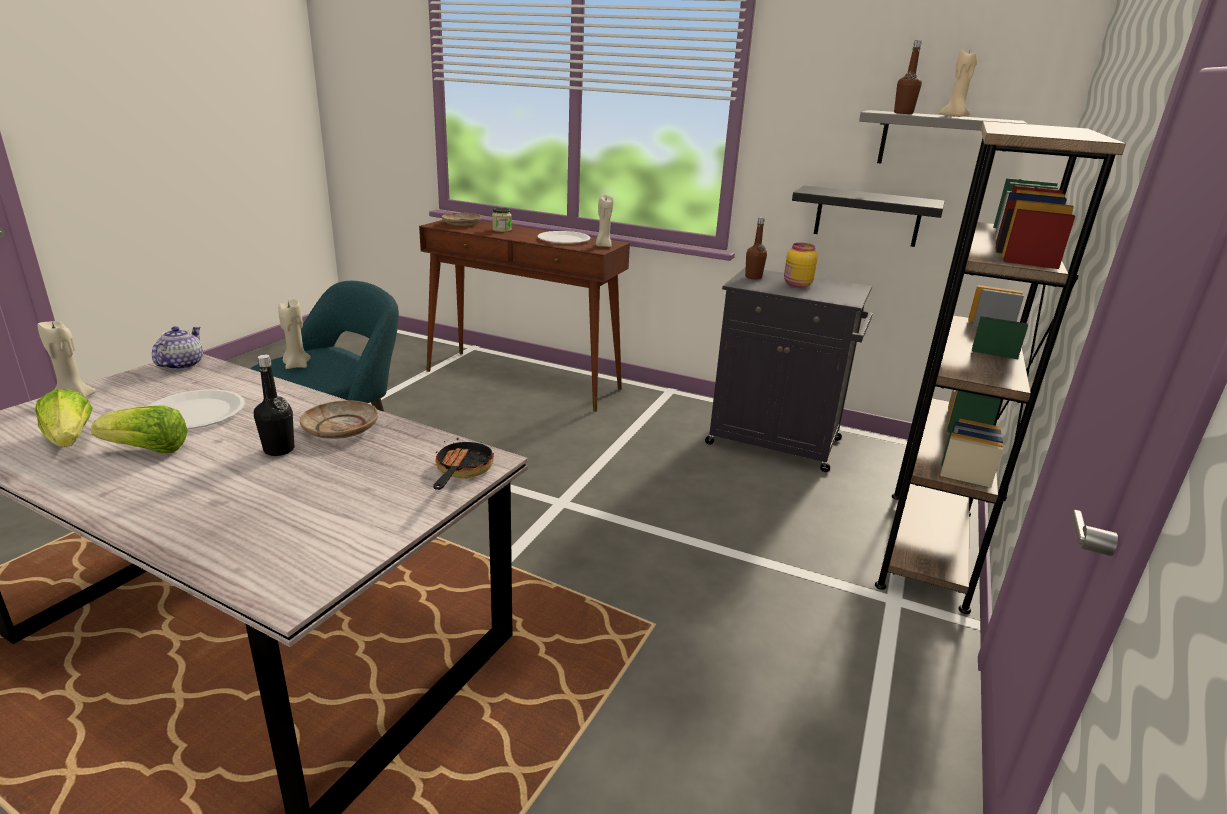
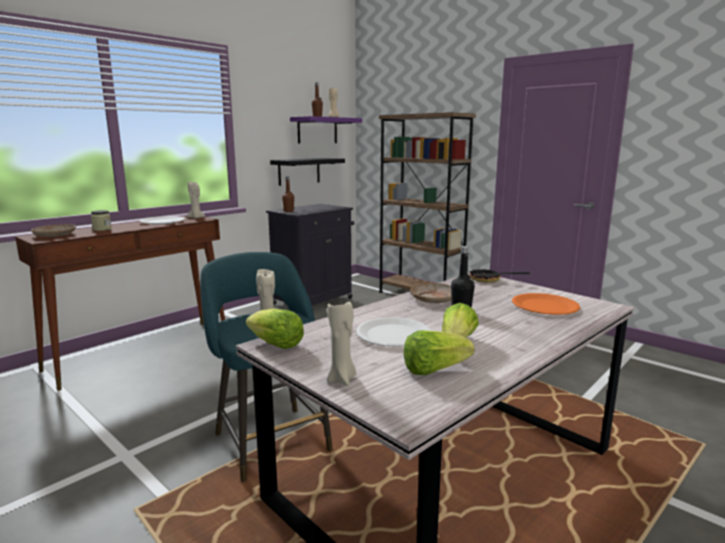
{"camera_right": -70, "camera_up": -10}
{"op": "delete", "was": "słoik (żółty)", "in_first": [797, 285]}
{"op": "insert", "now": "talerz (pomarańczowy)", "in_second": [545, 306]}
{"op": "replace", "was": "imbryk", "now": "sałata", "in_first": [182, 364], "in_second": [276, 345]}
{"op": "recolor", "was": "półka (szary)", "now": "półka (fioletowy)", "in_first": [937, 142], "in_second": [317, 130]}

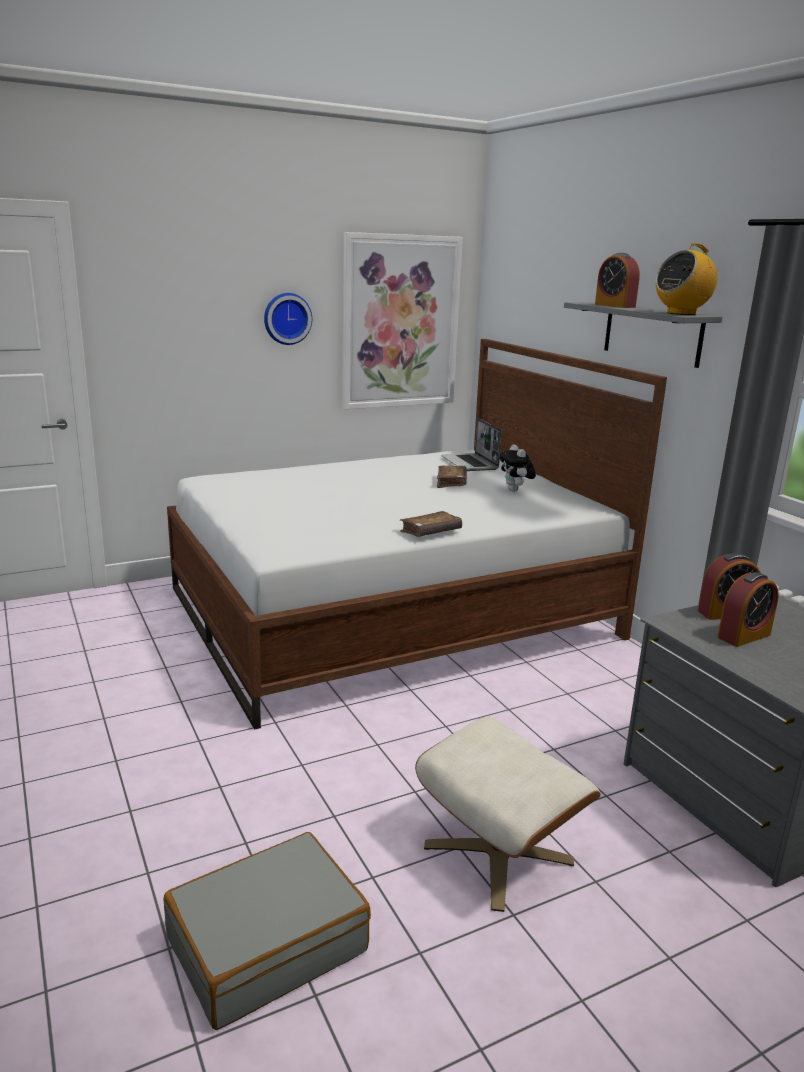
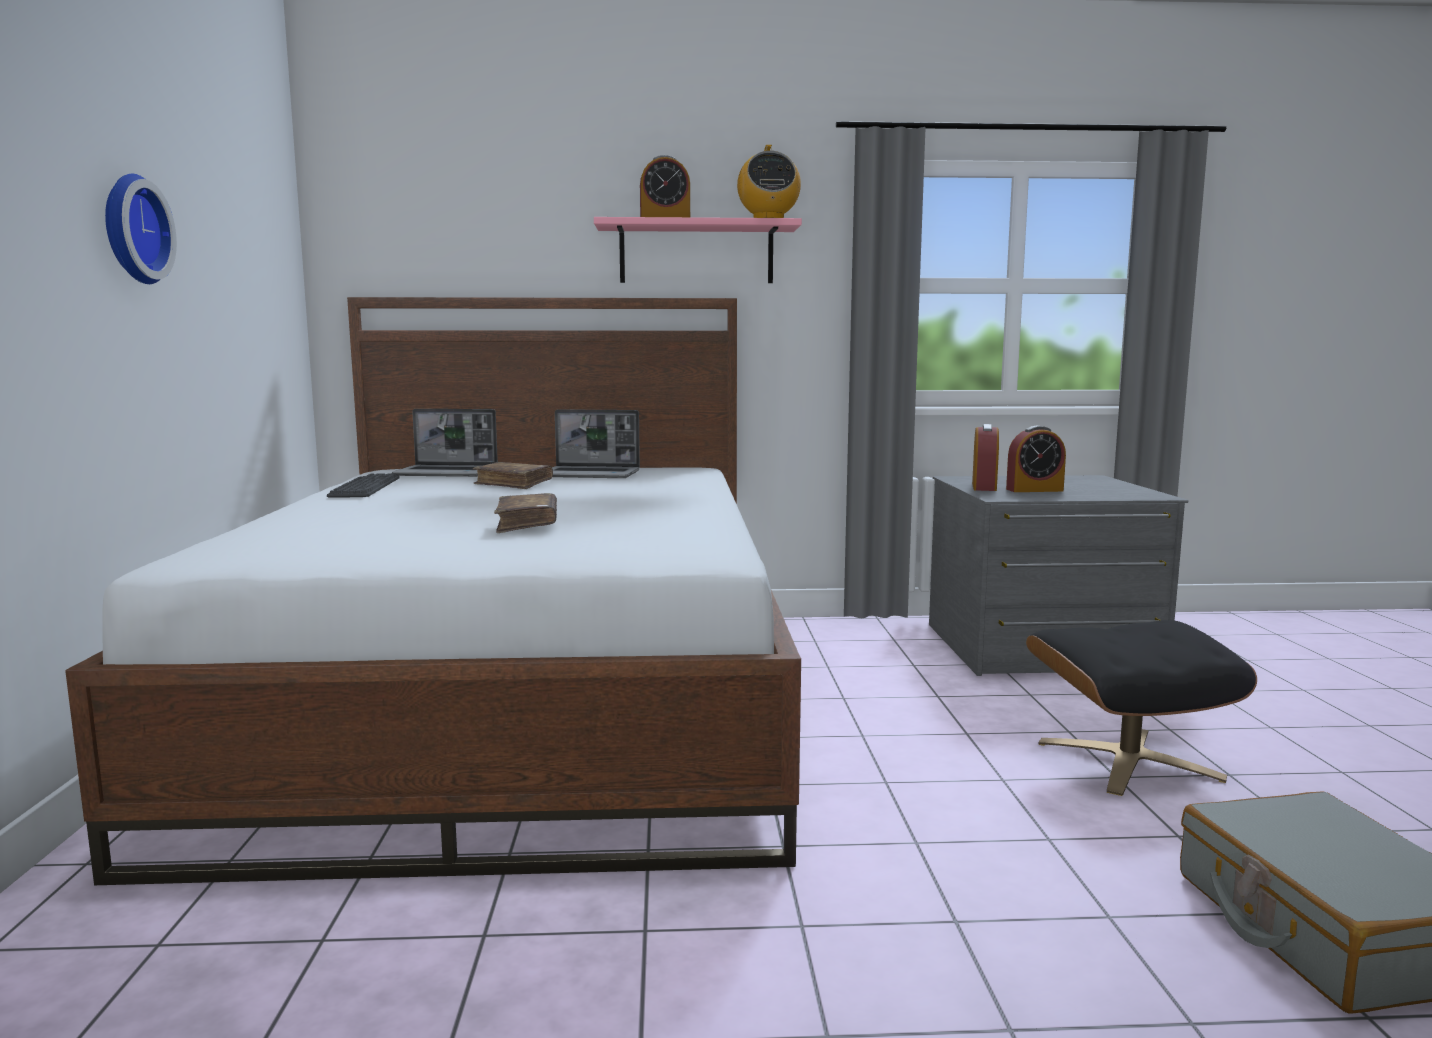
{"camera_right": -65, "camera_up": -10}
{"op": "delete", "was": "obraz", "in_first": [400, 322]}
{"op": "insert", "now": "klawiatura", "in_second": [365, 487]}
{"op": "move", "was": "książka (brązowy)", "in_first": [430, 532], "in_second": [527, 524]}
{"op": "replace", "was": "pluszak", "now": "laptop", "in_first": [515, 490], "in_second": [592, 474]}
{"op": "recolor", "was": "pufa (beżowy)", "now": "pufa (czarny)", "in_first": [499, 853], "in_second": [1128, 760]}
{"op": "recolor", "was": "półka (szary)", "now": "półka (różowy)", "in_first": [652, 333], "in_second": [696, 254]}
{"op": "rotate", "was": "budzik", "in_first": [744, 636], "in_second": [1034, 490], "clockwise": 90}

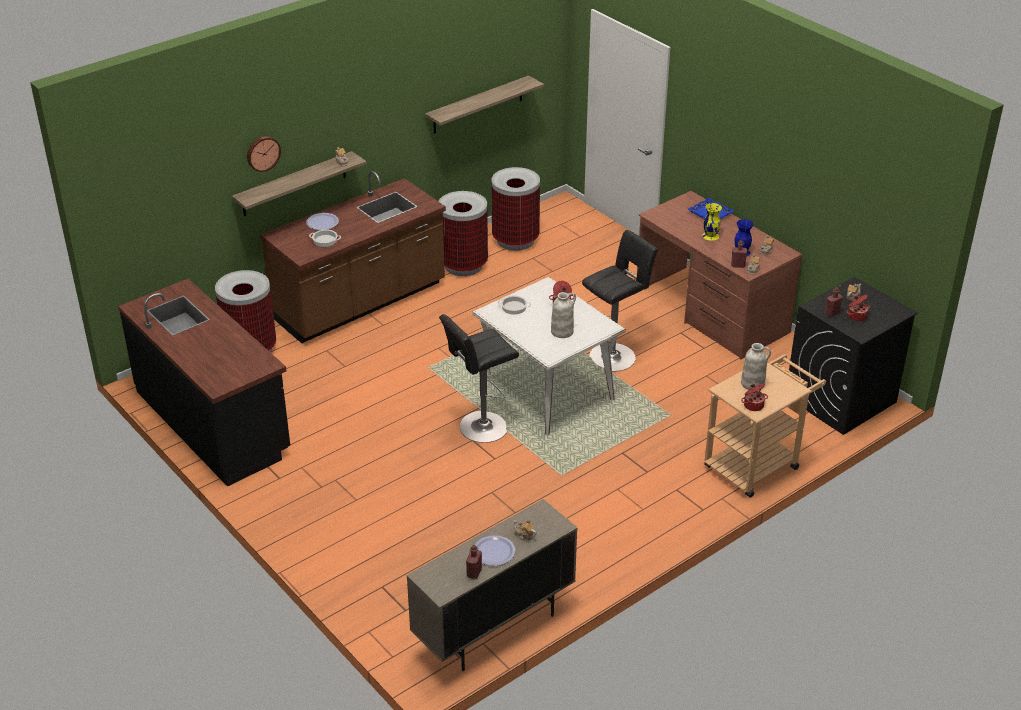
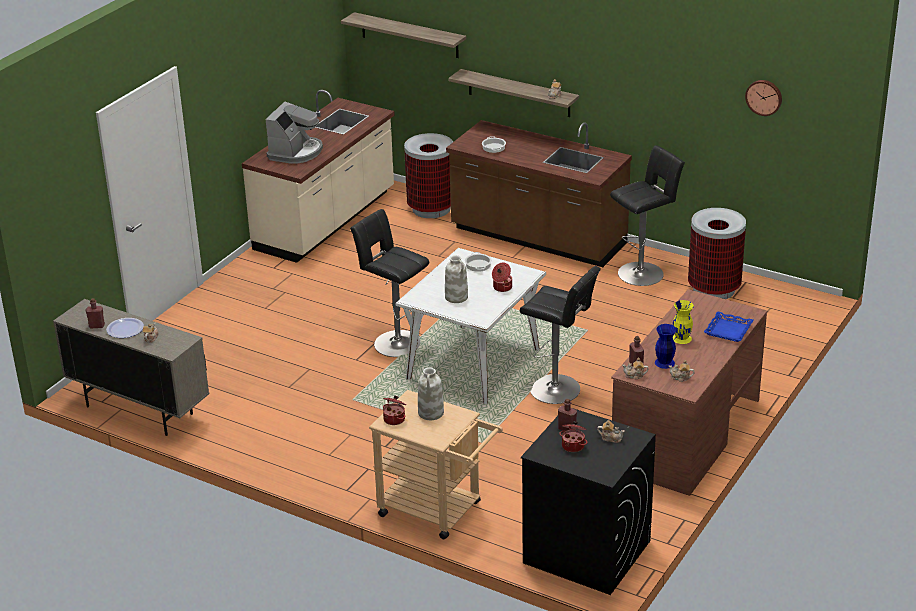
{"camera_right": 70, "camera_up": -5}
{"op": "delete", "was": "talerz", "in_first": [322, 222]}
{"op": "insert", "now": "ekspres do kawy", "in_second": [296, 152]}
{"op": "move", "was": "zegar ścienny", "in_first": [262, 153], "in_second": [764, 97]}
{"op": "move", "was": "półka", "in_first": [478, 105], "in_second": [409, 35]}
{"op": "replace", "was": "kosz na śmieci", "now": "stołek (czarny)", "in_first": [463, 265], "in_second": [643, 272]}
{"op": "recolor", "was": "zabudowa kuchenna (czarny)", "now": "zabudowa kuchenna (beżowy)", "in_first": [213, 422], "in_second": [326, 221]}

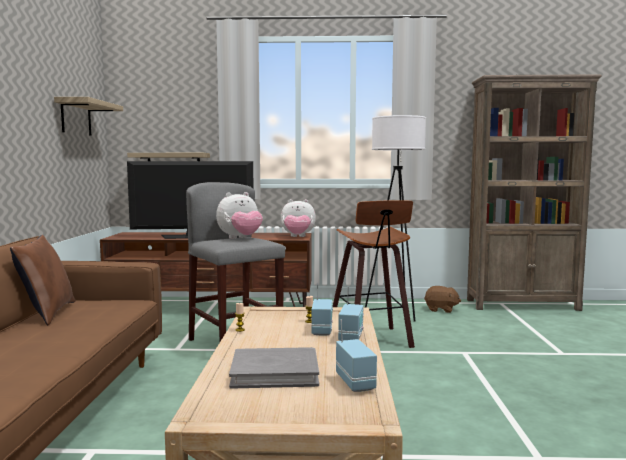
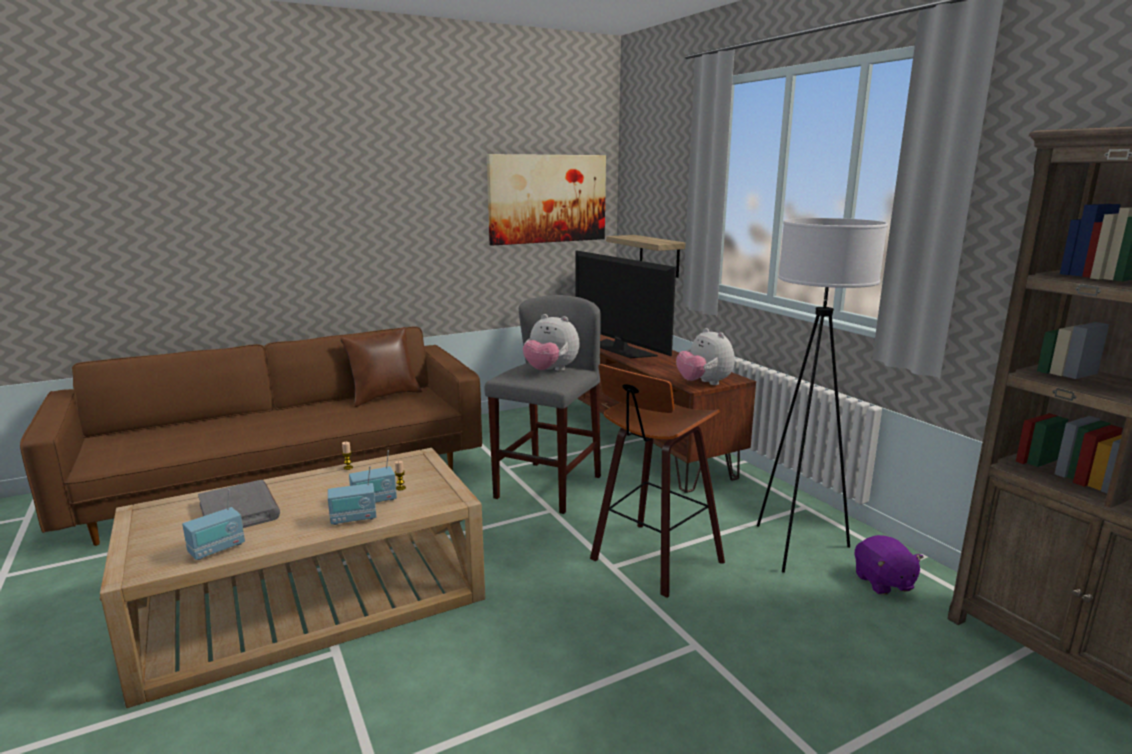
{"camera_right": 60, "camera_up": 10}
{"op": "replace", "was": "półka", "now": "obraz", "in_first": [76, 118], "in_second": [547, 199]}
{"op": "recolor", "was": "pluszak (brązowy)", "now": "pluszak (fioletowy)", "in_first": [441, 310], "in_second": [883, 582]}

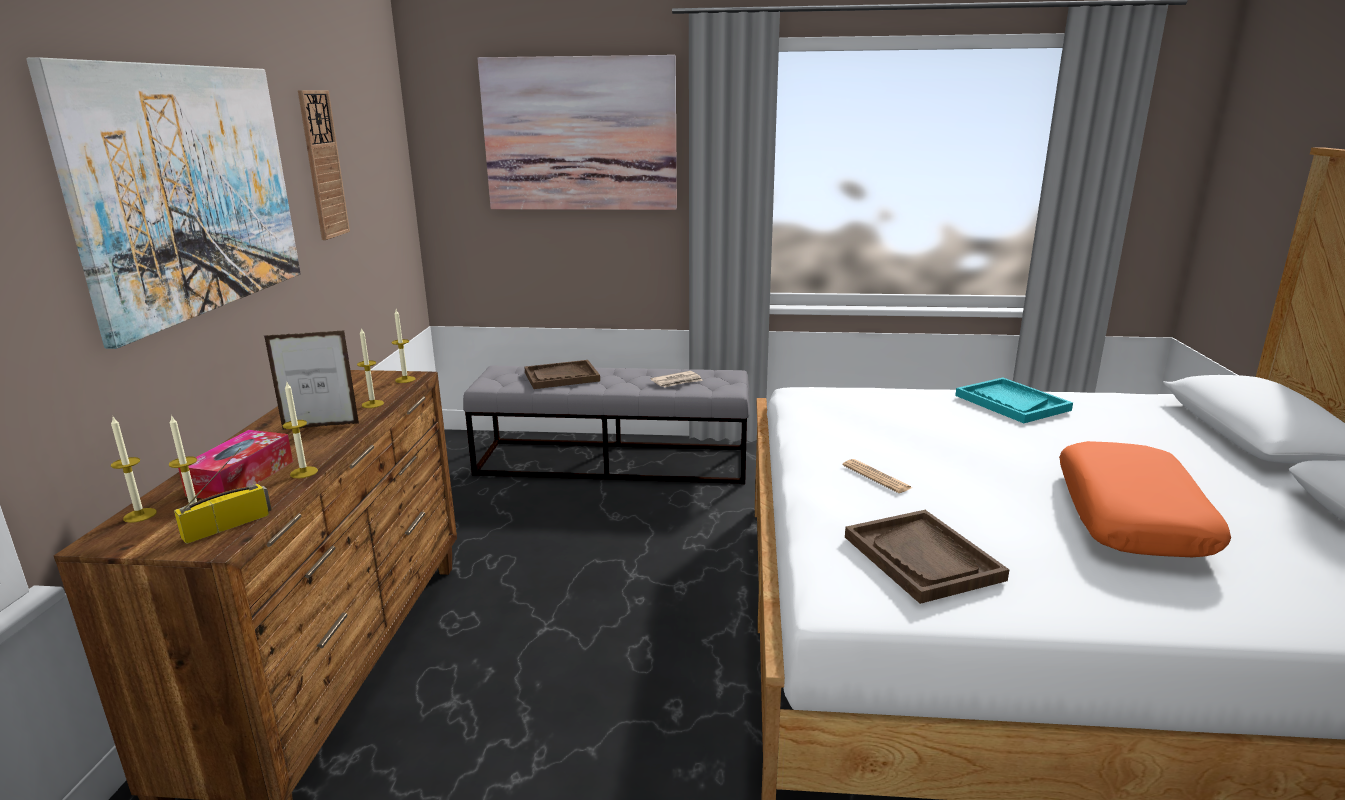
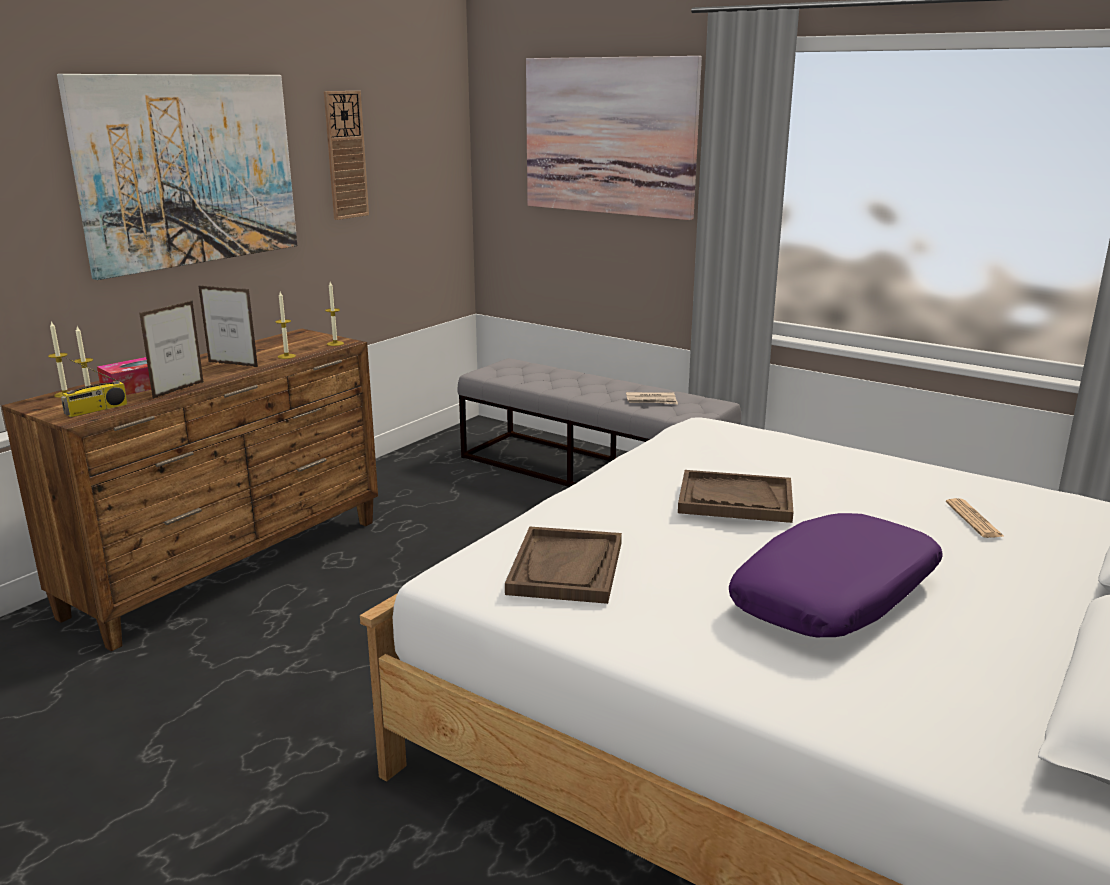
{"camera_right": 30, "camera_up": 0}
{"op": "delete", "was": "taca (turkusowy)", "in_first": [1011, 403]}
{"op": "move", "was": "taca (brązowy)", "in_first": [561, 377], "in_second": [735, 500]}
{"op": "move", "was": "gazeta", "in_first": [876, 477], "in_second": [974, 519]}
{"op": "replace", "was": "świeca", "now": "ramka na zdjęcie", "in_first": [304, 472], "in_second": [179, 390]}
{"op": "recolor", "was": "poduszka (pomarańczowy)", "now": "poduszka (fioletowy)", "in_first": [1132, 516], "in_second": [836, 596]}
{"op": "rotate", "was": "radio", "in_first": [228, 525], "in_second": [96, 410], "clockwise": 150}

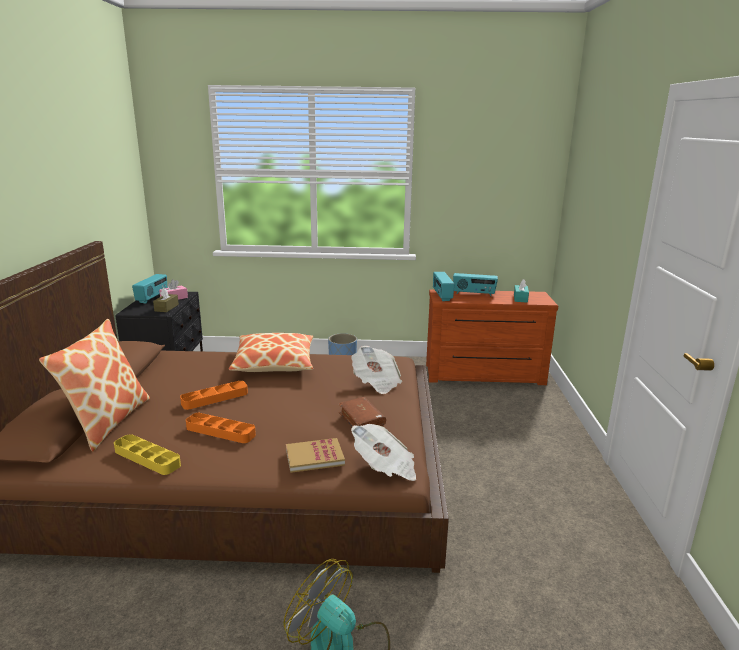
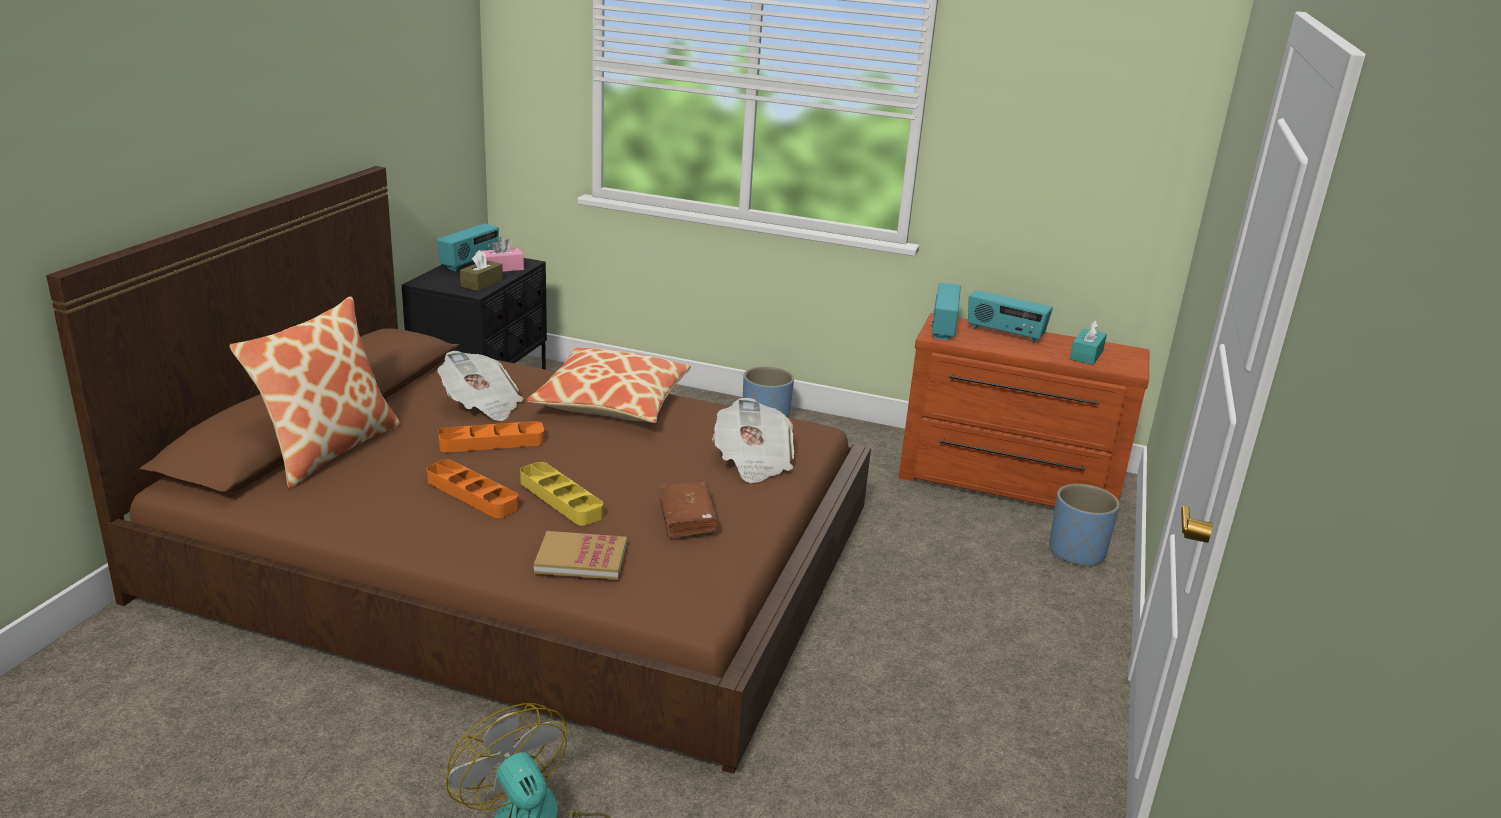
{"camera_right": 15, "camera_up": 5}
{"op": "insert", "now": "donica (niebieski)", "in_second": [1076, 552]}
{"op": "move", "was": "taca (żółty)", "in_first": [147, 458], "in_second": [560, 499]}
{"op": "move", "was": "gazeta", "in_first": [385, 468], "in_second": [482, 405]}

